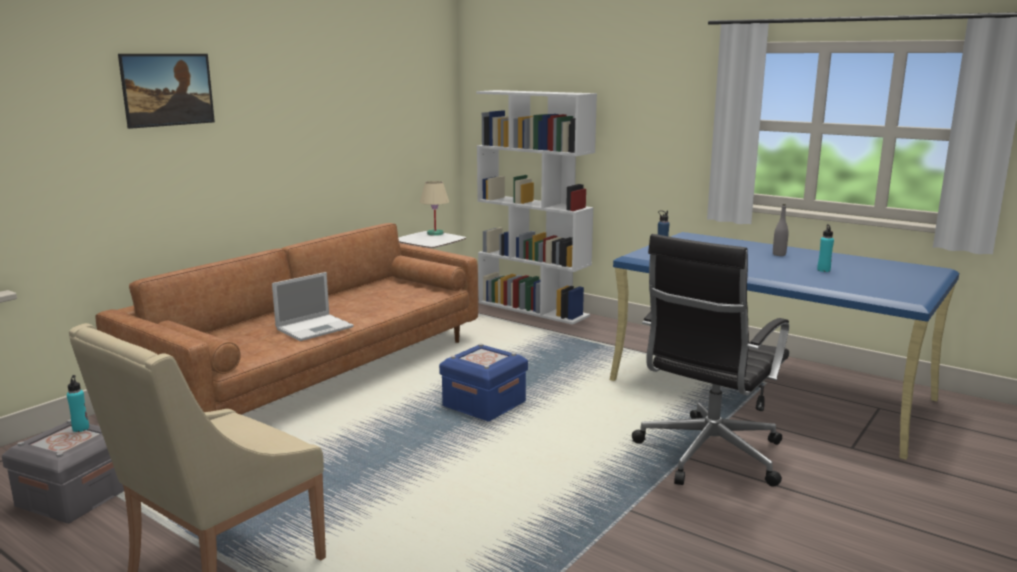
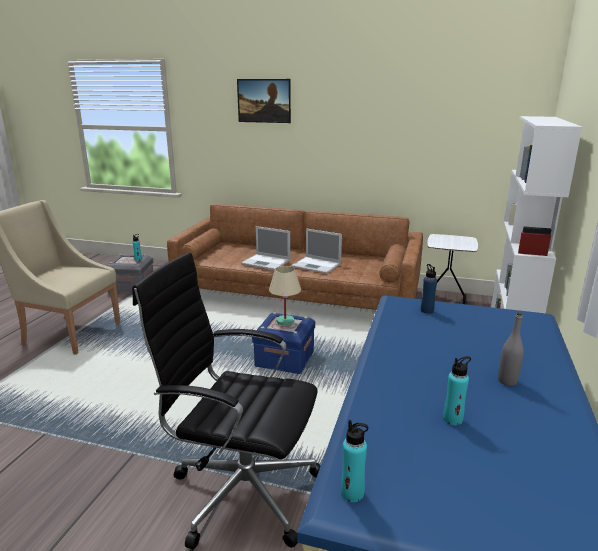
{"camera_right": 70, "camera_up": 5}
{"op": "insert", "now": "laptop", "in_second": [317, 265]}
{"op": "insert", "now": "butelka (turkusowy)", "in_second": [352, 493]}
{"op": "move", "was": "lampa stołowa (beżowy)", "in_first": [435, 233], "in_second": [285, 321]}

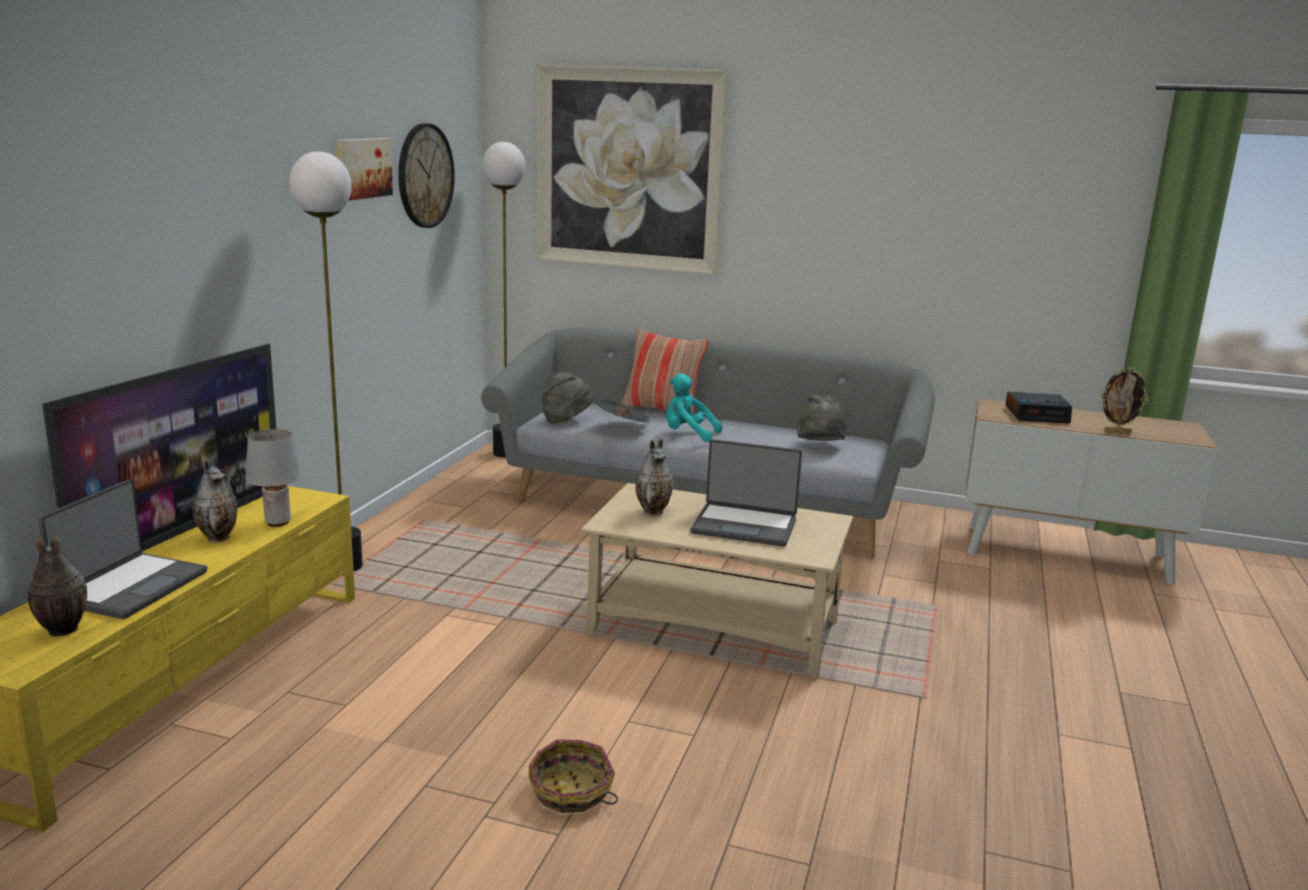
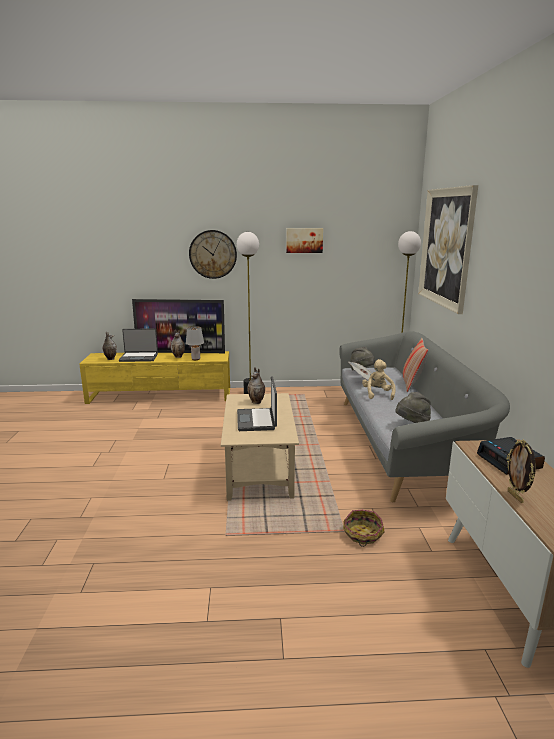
{"camera_right": 70, "camera_up": 0}
{"op": "move", "was": "zegar ścienny", "in_first": [425, 176], "in_second": [213, 254]}
{"op": "move", "was": "koszyk", "in_first": [571, 792], "in_second": [362, 534]}
{"op": "recolor", "was": "pluszak (turkusowy)", "now": "pluszak (beżowy)", "in_first": [688, 435], "in_second": [377, 394]}

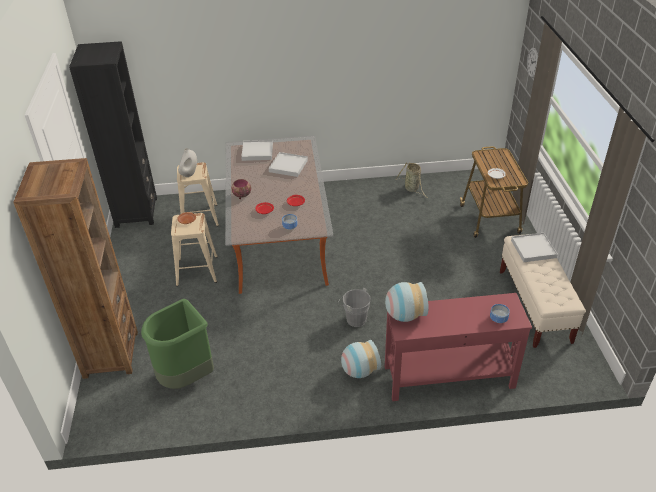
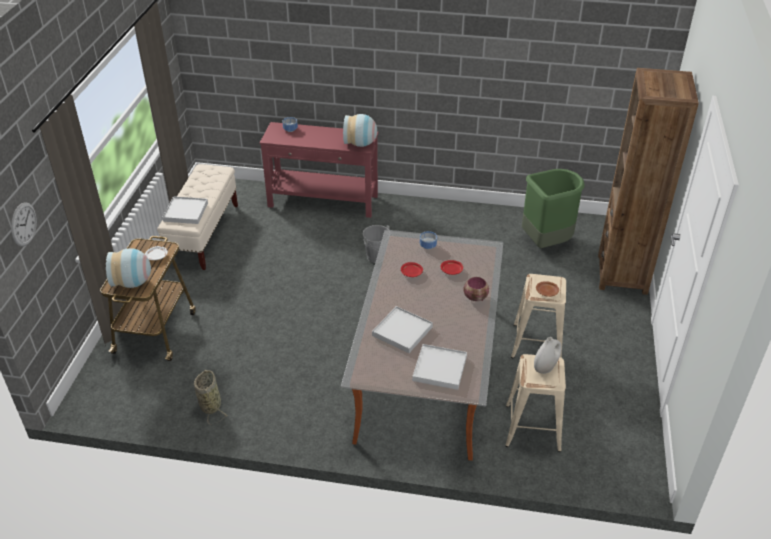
{"camera_right": -165, "camera_up": 0}
{"op": "delete", "was": "regał (czarny)", "in_first": [136, 212]}
{"op": "move", "was": "wazon", "in_first": [359, 371], "in_second": [133, 282]}

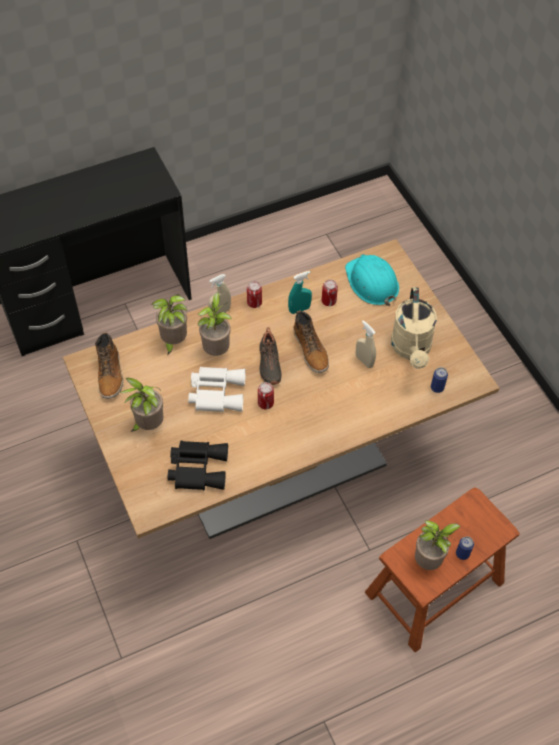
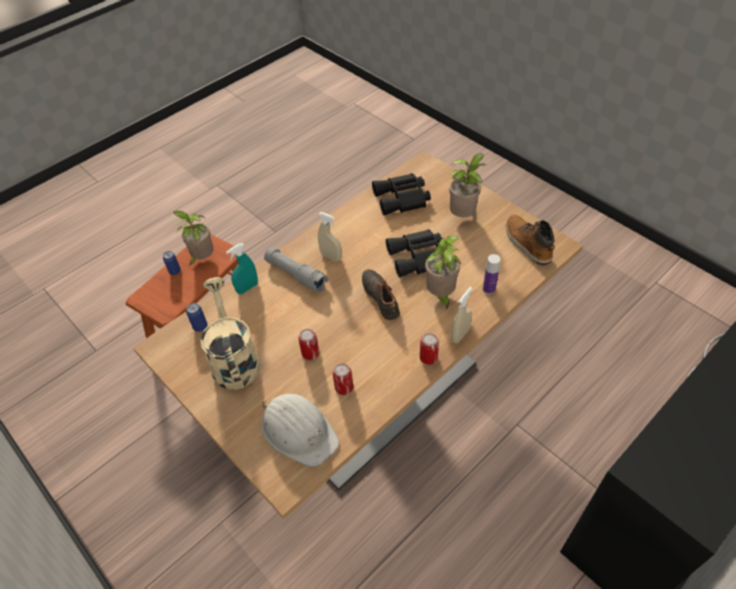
{"camera_right": 165, "camera_up": -5}
{"op": "delete", "was": "but z cholewką", "in_first": [311, 350]}
{"op": "insert", "now": "latarka (szary)", "in_second": [296, 275]}
{"op": "move", "was": "puszka", "in_first": [265, 403], "in_second": [310, 353]}
{"op": "move", "was": "spryskiwacz (turkusowy)", "in_first": [299, 309], "in_second": [247, 288]}
{"op": "move", "was": "spryskiwacz (beżowy)", "in_first": [364, 361], "in_second": [331, 256]}
{"op": "replace", "was": "roślina doniczkowa", "now": "butelka", "in_first": [173, 342], "in_second": [489, 289]}
{"op": "recolor", "was": "lornetka (biały)", "now": "lornetka (czarny)", "in_first": [216, 392], "in_second": [419, 258]}
{"op": "recolor", "was": "kask (turkusowy)", "now": "kask (biały)", "in_first": [371, 282], "in_second": [299, 431]}

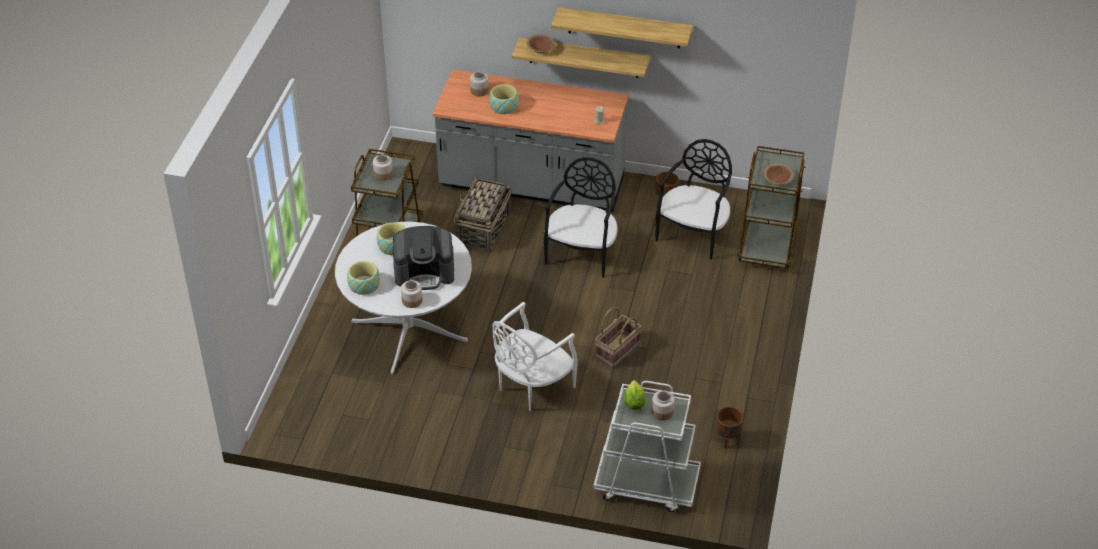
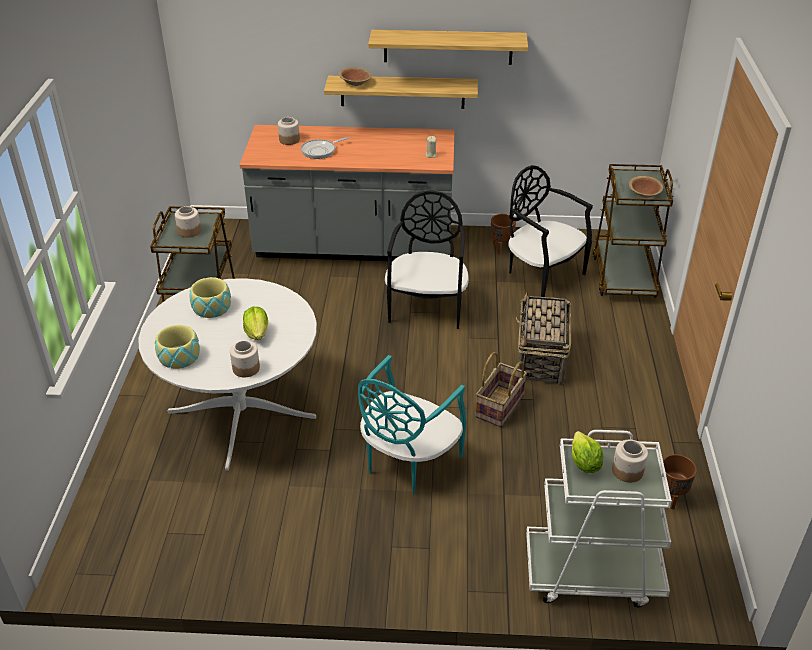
{"camera_right": -10, "camera_up": -5}
{"op": "move", "was": "koszyk", "in_first": [483, 230], "in_second": [541, 359]}
{"op": "replace", "was": "ekspres do kawy", "now": "sałata", "in_first": [425, 272], "in_second": [257, 333]}
{"op": "replace", "was": "miska", "now": "patelnia", "in_first": [504, 106], "in_second": [320, 151]}
{"op": "recolor", "was": "krzesło (biały)", "now": "krzesło (turkusowy)", "in_first": [531, 386], "in_second": [408, 462]}
{"op": "rotate", "was": "krzesło (czarny)", "in_first": [693, 234], "in_second": [542, 275], "clockwise": -60}

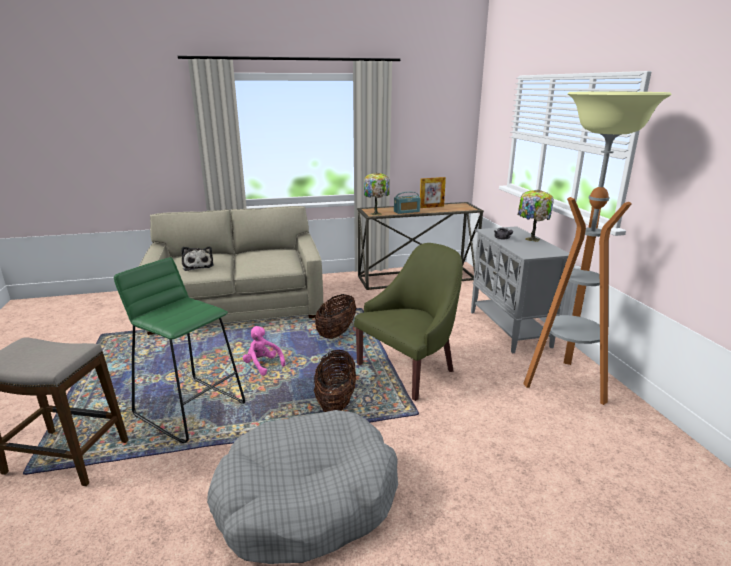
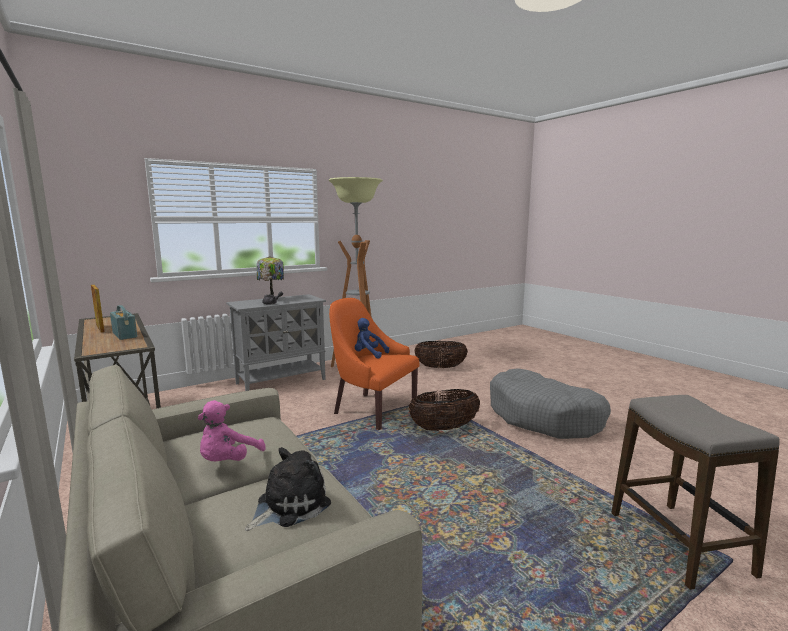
{"camera_right": -110, "camera_up": -10}
{"op": "delete", "was": "stołek (zielony)", "in_first": [191, 408]}
{"op": "delete", "was": "lampa stołowa", "in_first": [376, 213]}
{"op": "insert", "now": "pluszak (niebieski)", "in_second": [368, 354]}
{"op": "move", "was": "pluszak (różowy)", "in_first": [262, 365], "in_second": [228, 461]}
{"op": "move", "was": "koszyk", "in_first": [336, 332], "in_second": [440, 367]}
{"op": "recolor", "was": "fotel (zielony)", "now": "fotel (pomarańczowy)", "in_first": [409, 369], "in_second": [372, 409]}

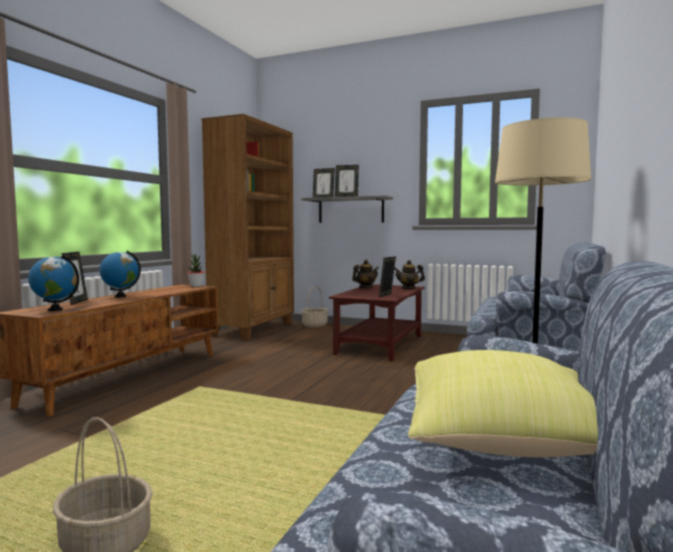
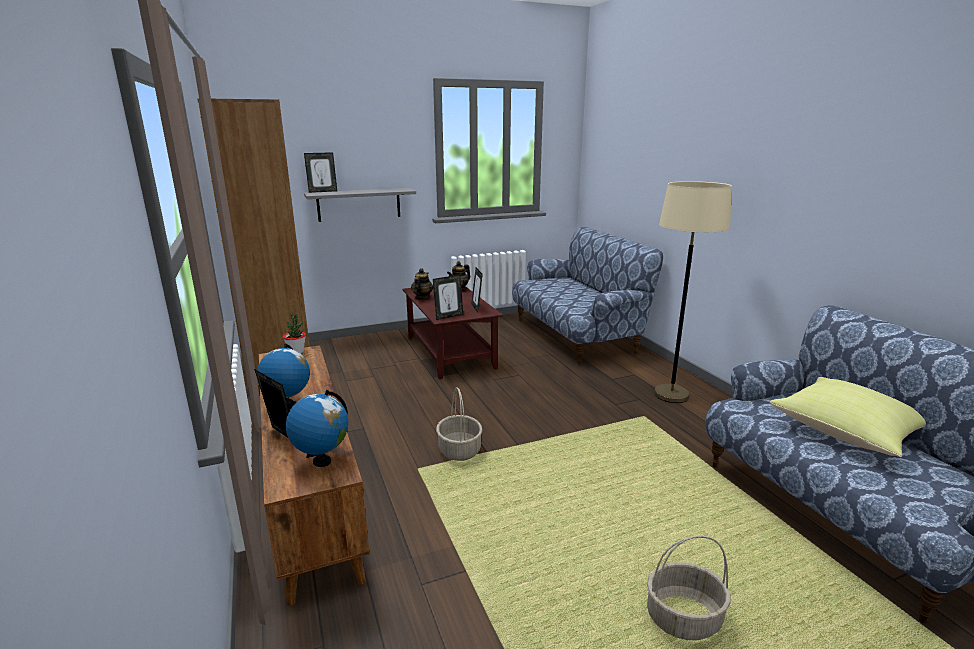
{"camera_right": -45, "camera_up": 15}
{"op": "move", "was": "koszyk", "in_first": [314, 325], "in_second": [459, 450]}
{"op": "move", "was": "ramka na zdjęcie", "in_first": [346, 196], "in_second": [448, 316]}

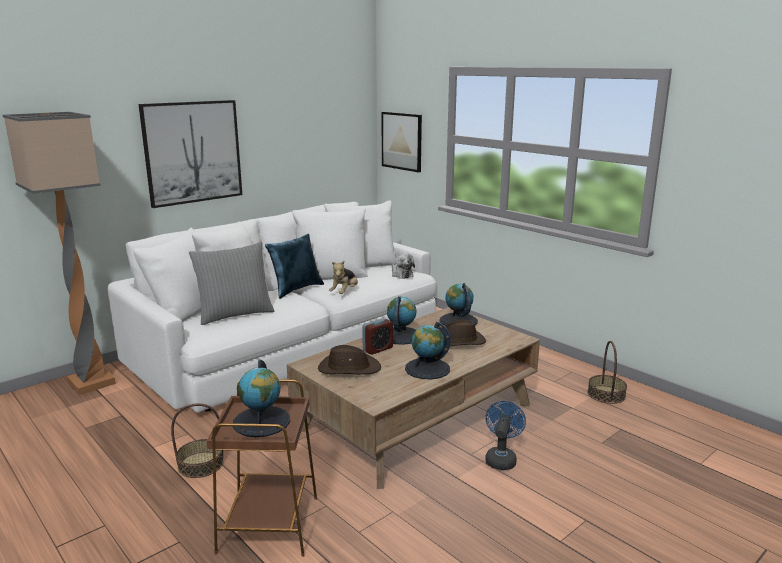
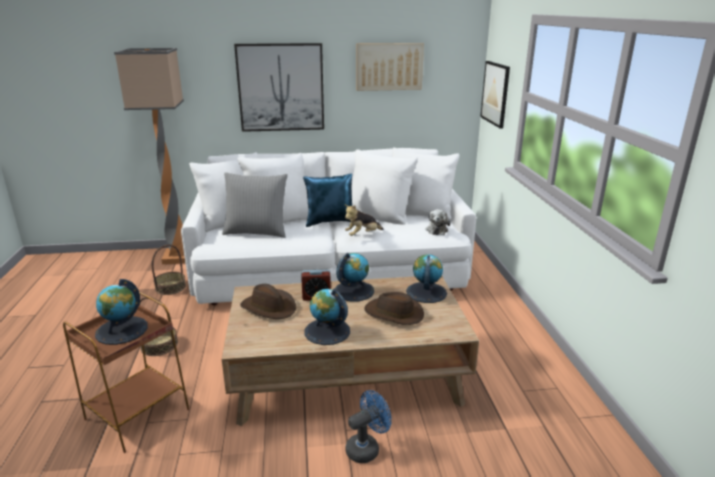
{"camera_right": 35, "camera_up": 5}
{"op": "insert", "now": "obraz", "in_second": [389, 66]}
{"op": "move", "was": "koszyk", "in_first": [606, 394], "in_second": [170, 287]}

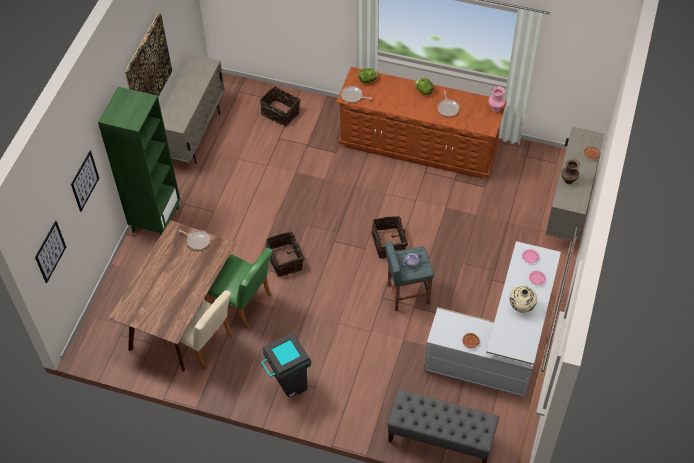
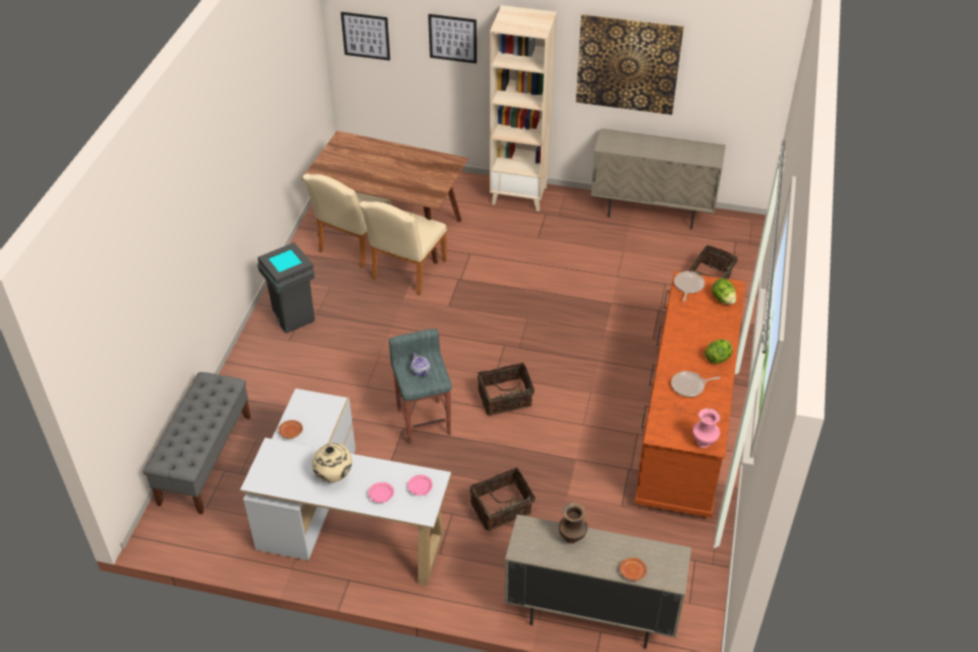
{"camera_right": 85, "camera_up": -10}
{"op": "delete", "was": "patelnia", "in_first": [197, 240]}
{"op": "move", "was": "koszyk", "in_first": [286, 260], "in_second": [502, 509]}
{"op": "recolor", "was": "regał (zielony)", "now": "regał (beżowy)", "in_first": [156, 219], "in_second": [520, 195]}
{"op": "recolor", "was": "krzesło (zielony)", "now": "krzesło (beżowy)", "in_first": [243, 303], "in_second": [406, 272]}

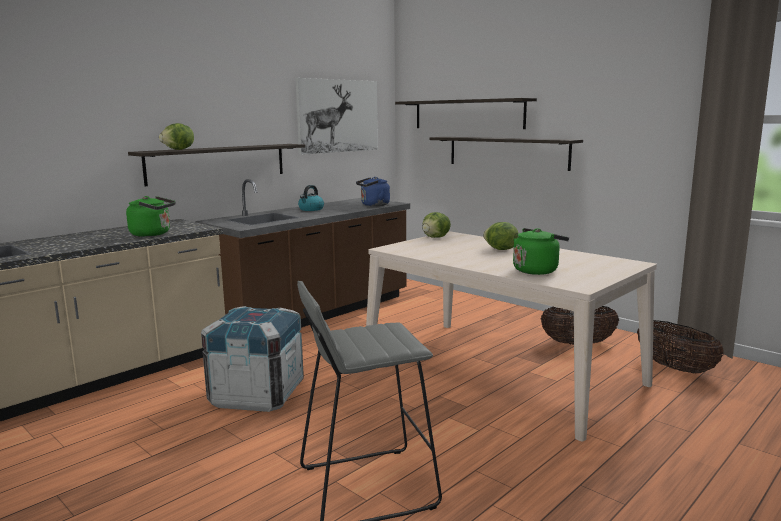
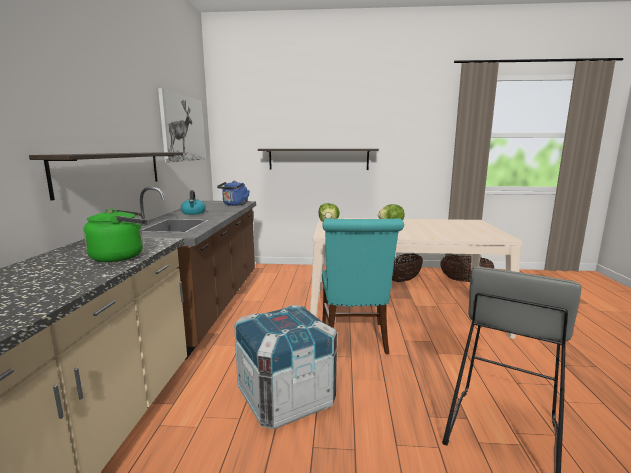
{"camera_right": -40, "camera_up": 0}
{"op": "delete", "was": "sałata", "in_first": [179, 149]}
{"op": "delete", "was": "półka", "in_first": [467, 114]}
{"op": "delete", "was": "czajnik (zielony)", "in_first": [537, 270]}
{"op": "insert", "now": "krzesło (turkusowy)", "in_second": [354, 340]}

